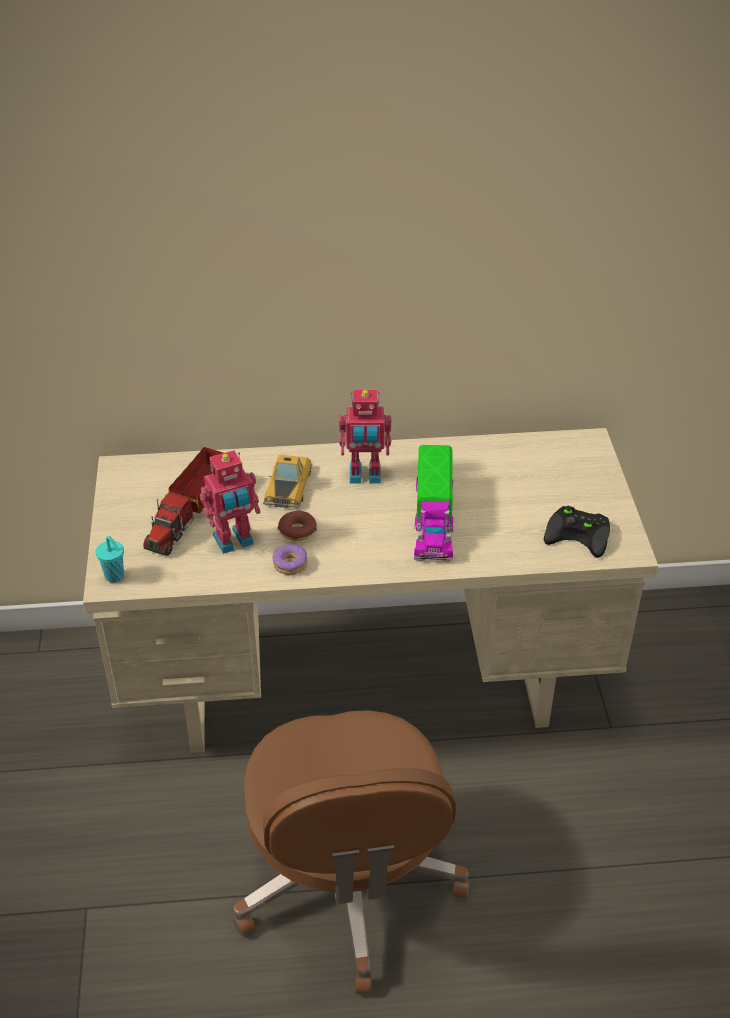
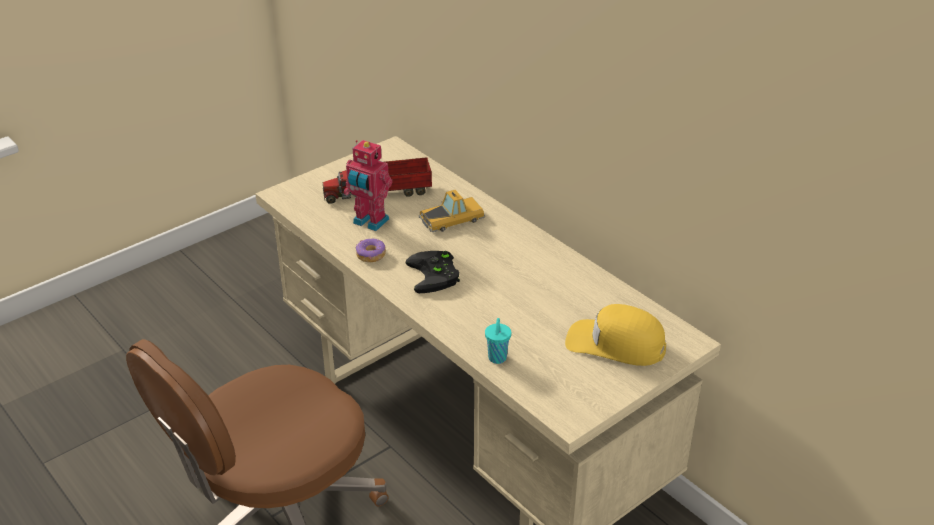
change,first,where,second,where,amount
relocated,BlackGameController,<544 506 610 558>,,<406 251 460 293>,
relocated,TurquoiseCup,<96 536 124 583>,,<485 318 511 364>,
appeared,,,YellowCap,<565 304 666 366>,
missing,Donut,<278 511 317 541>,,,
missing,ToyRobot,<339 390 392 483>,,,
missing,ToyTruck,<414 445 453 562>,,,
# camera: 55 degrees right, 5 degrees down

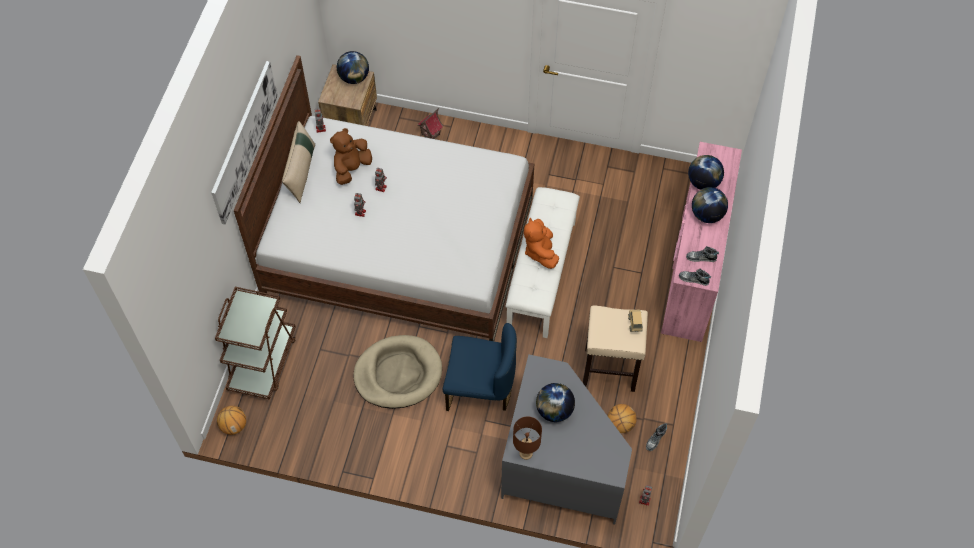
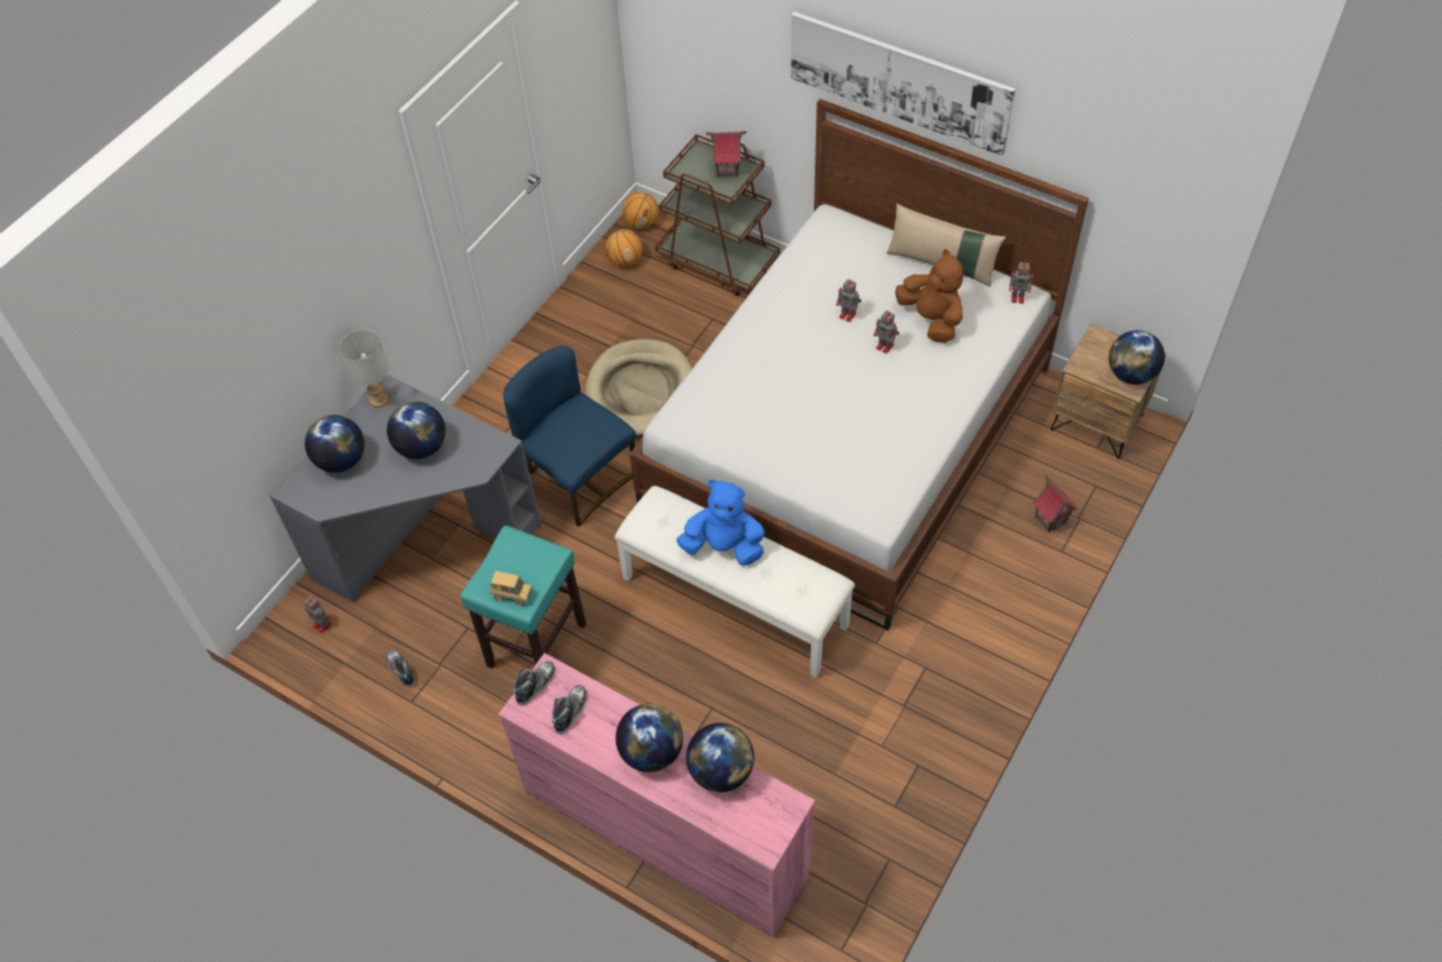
change,first,where,second,where,amount
appeared,,,Globe,<305 415 365 473>,
colour,BrownTableLamp,<513 416 542 460>,GreyTableLamp,<339 330 389 407>,
colour,BeigeStool,<583 305 648 392>,TurquoiseStool,<460 525 586 669>,
spun,BlueChair,<443 323 517 411>,,<503 346 636 527>,105 degrees clockwise
relocated,Basketball,<608 404 637 433>,,<606 229 643 267>,
colour,OrangePlushToy,<524 217 559 269>,BluePlushToy,<676 480 765 566>,
appeared,,,ToyHouse,<706 131 747 177>,
# camera: 110 degrees right, 5 degrees down

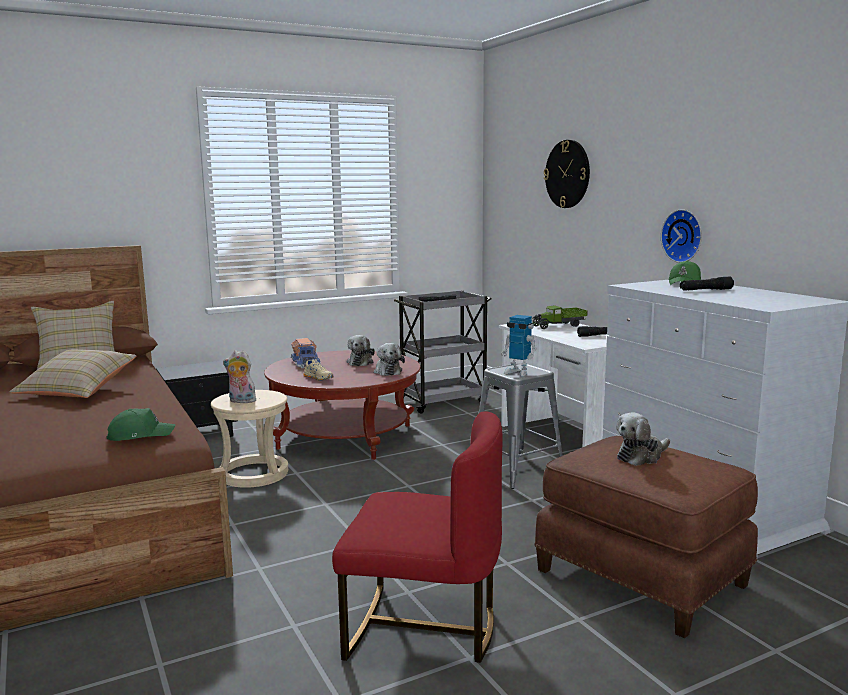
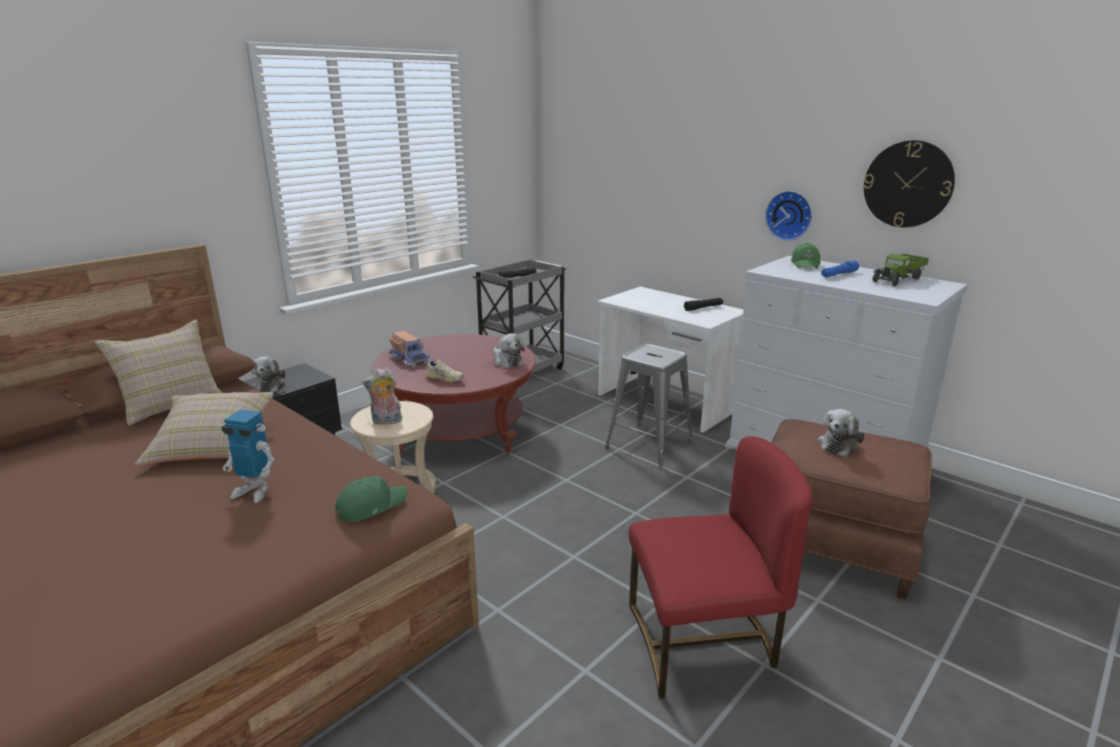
change,first,where,second,where,amount
relocated,ToyRobot,<501 315 537 376>,,<221 409 275 503>,
relocated,PlushToy,<347 335 375 366>,,<251 356 285 393>,
colour,BlackFlashlight,<680 277 734 291>,BlueFlashlight,<821 260 859 278>,
relocated,WallClock,<544 140 590 208>,,<863 140 955 227>,
relocated,ToyTruck,<532 305 588 329>,,<872 254 929 286>,
# camera: 20 degrees left, 10 degrees up

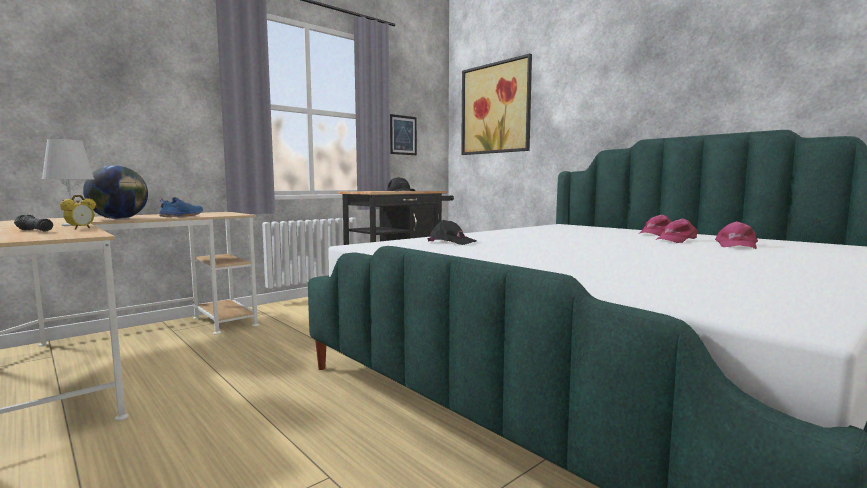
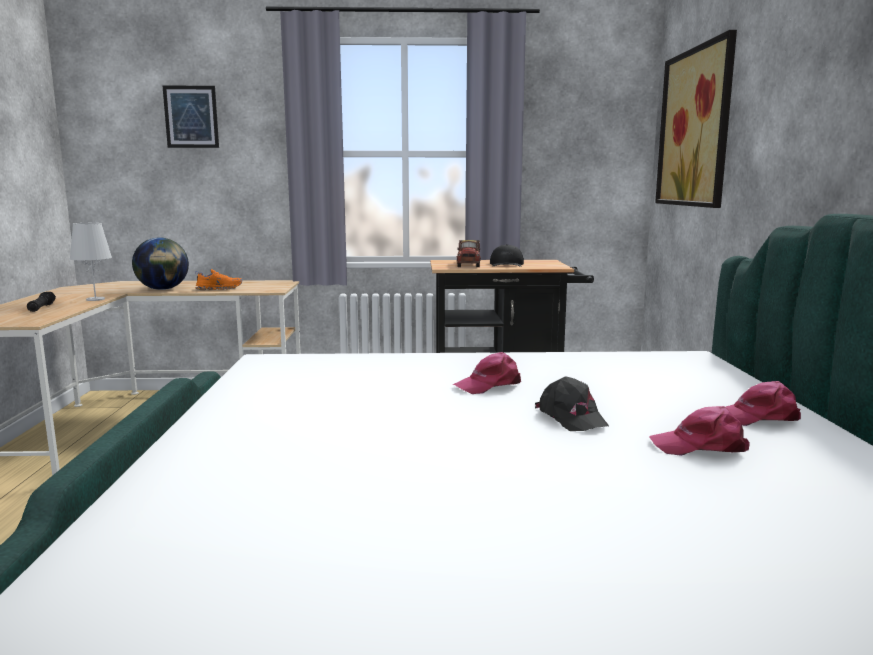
change,first,where,second,where,amount
relocated,Picture,<390 114 417 155>,,<163 86 219 148>,
colour,BlueShoe,<159 197 203 217>,OrangeShoe,<195 269 242 290>,
relocated,PinkCap,<715 221 758 249>,,<452 352 521 394>,
appeared,,,ToyTruck,<457 240 481 267>,
relocated,BlackCap,<428 220 477 245>,,<535 376 609 431>,
missing,AlarmClock,<60 195 96 230>,,,
# camera: 40 degrees right, 5 degrees up

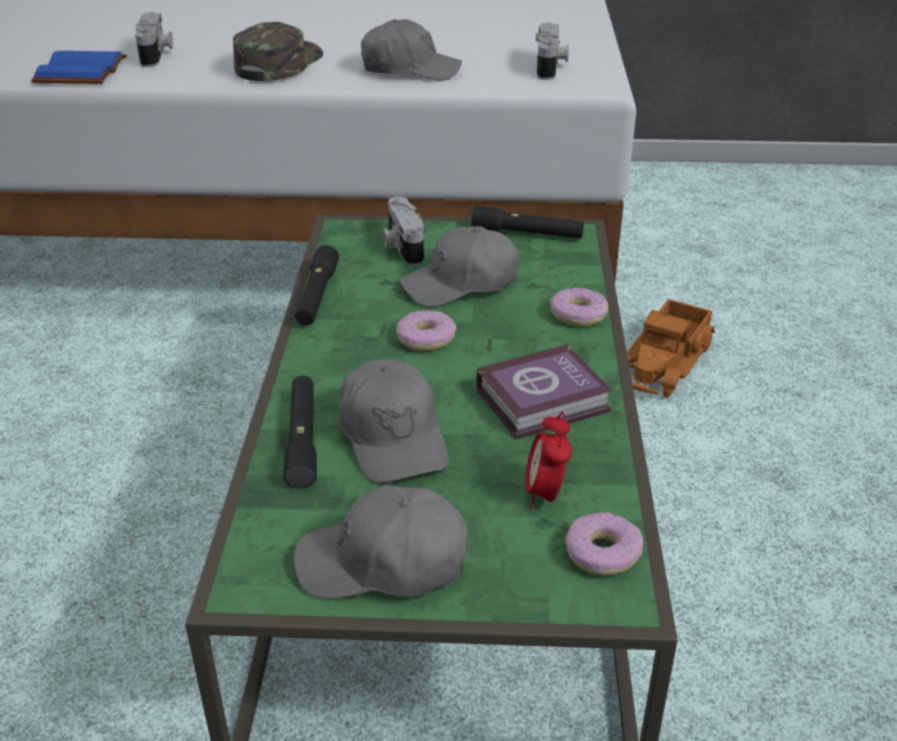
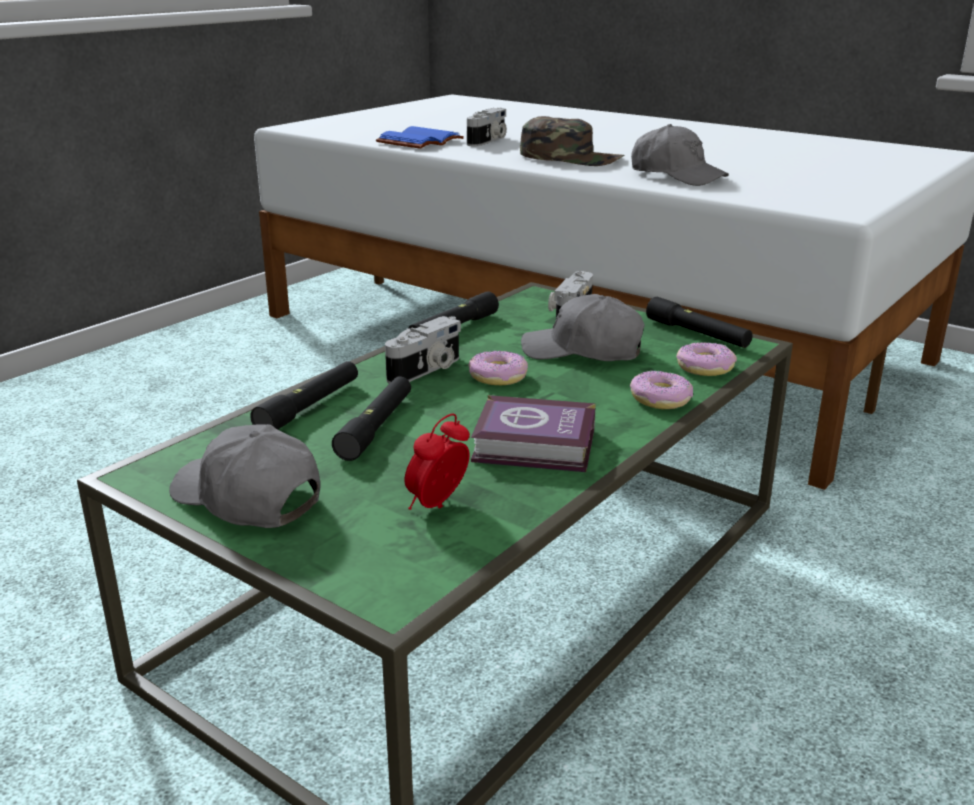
change,first,where,second,where,amount
exchanged,GreyCap,<339 360 449 483>,BlackFlashlight,<332 377 411 461>,
relocated,PhotoCamera,<536 22 569 80>,,<385 316 461 384>,
spun,GreenCap,<233 22 323 81>,,<520 116 624 166>,60 degrees clockwise
relocated,Donut,<565 512 643 576>,,<676 342 737 376>,
missing,ToyTruck,<627 299 715 397>,,,
# camera: 35 degrees right, 10 degrees down

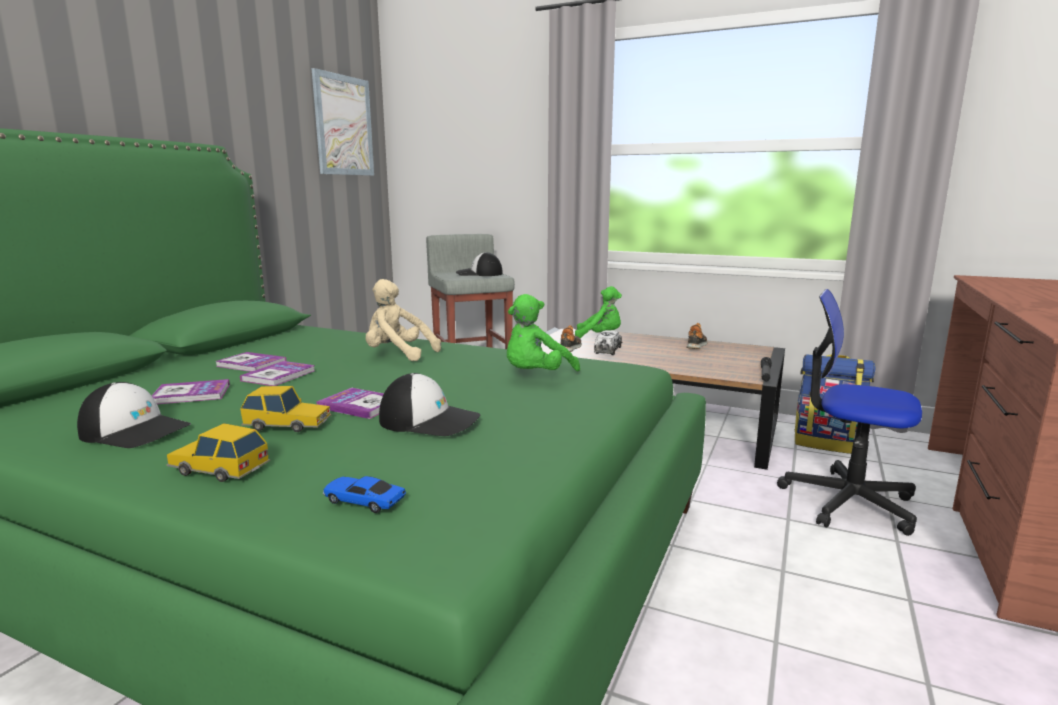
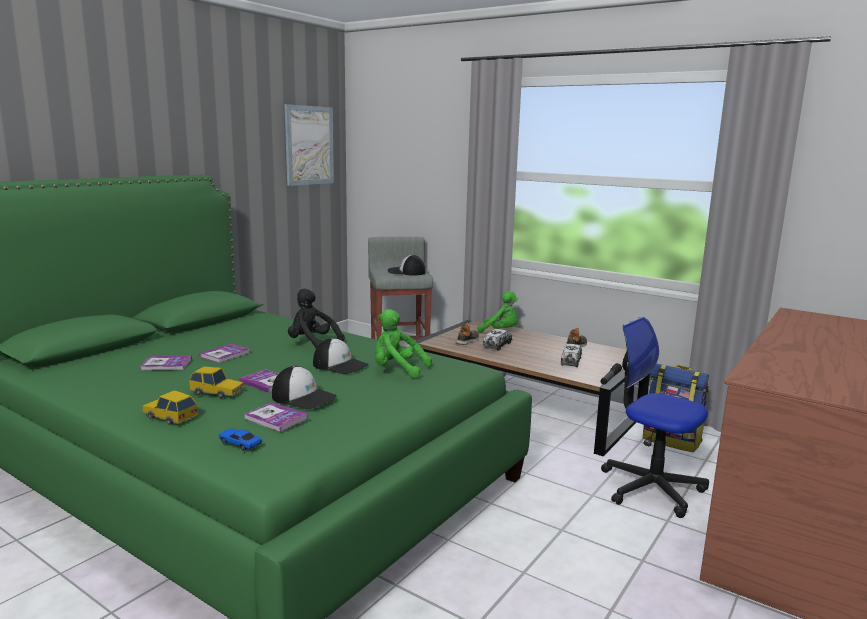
change,first,where,second,where,amount
relocated,Book,<215 352 287 372>,,<244 402 308 432>,
colour,BeigePlushToy,<366 279 441 361>,BlackPlushToy,<288 289 344 348>,
relocated,Cap,<77 382 191 448>,,<313 338 369 374>,
spun,GreenPlushToy,<507 294 580 371>,,<375 309 432 378>,60 degrees clockwise
appeared,,,ToyTruck,<560 344 582 367>,
# camera: 10 degrees right, 0 degrees up

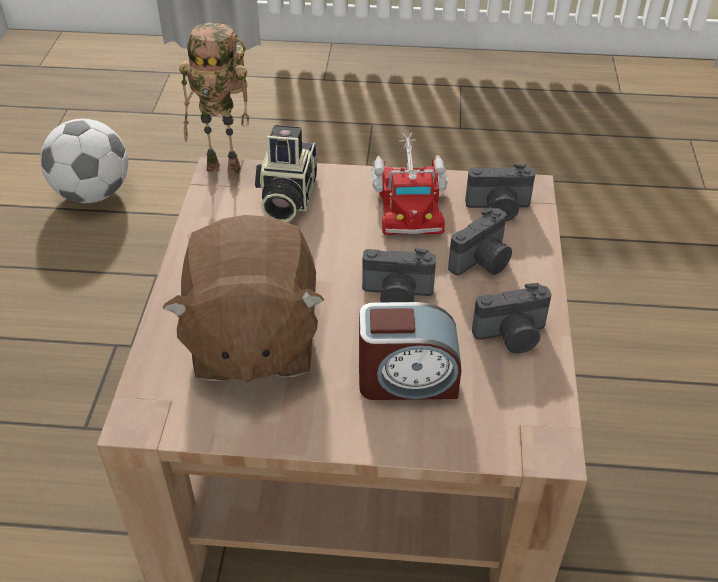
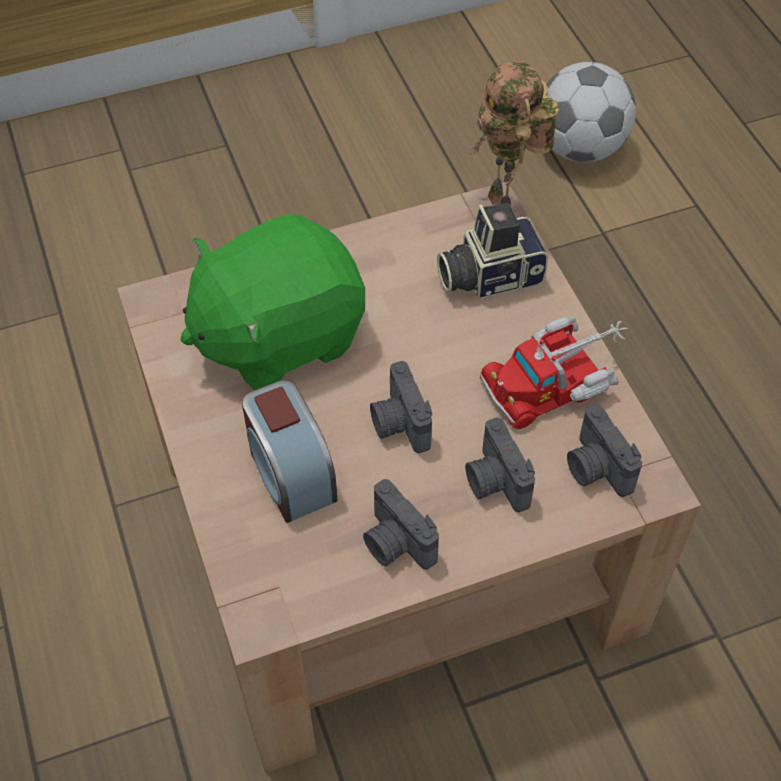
change,first,where,second,where,amount
colour,BrownPlushToy,<163 215 325 382>,GreenPlushToy,<180 214 365 390>,
spun,PhotoCamera,<448 207 512 275>,,<465 417 535 512>,45 degrees clockwise
# camera: 65 degrees right, 10 degrees up

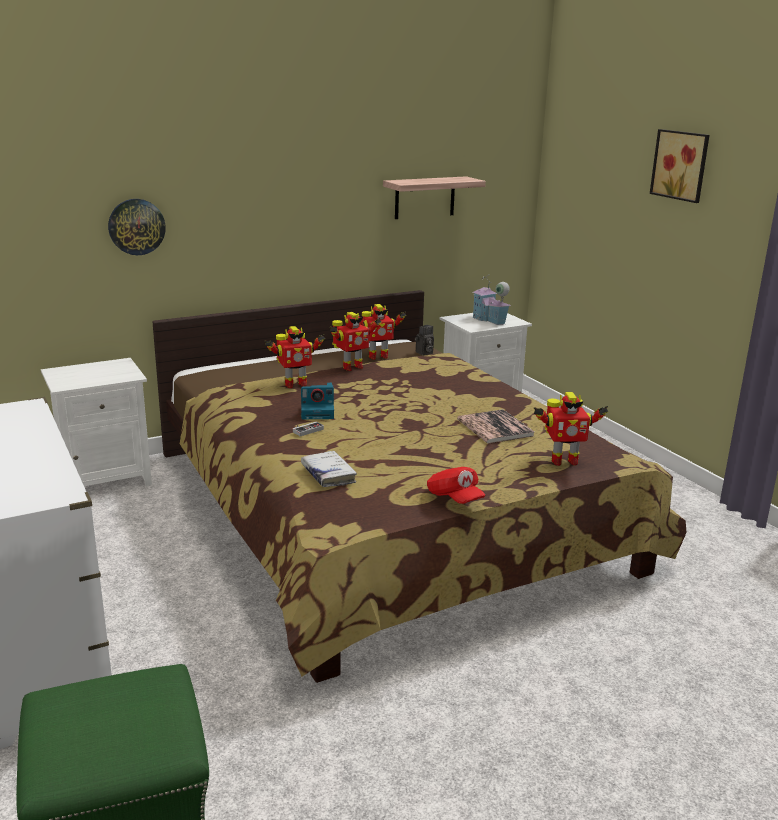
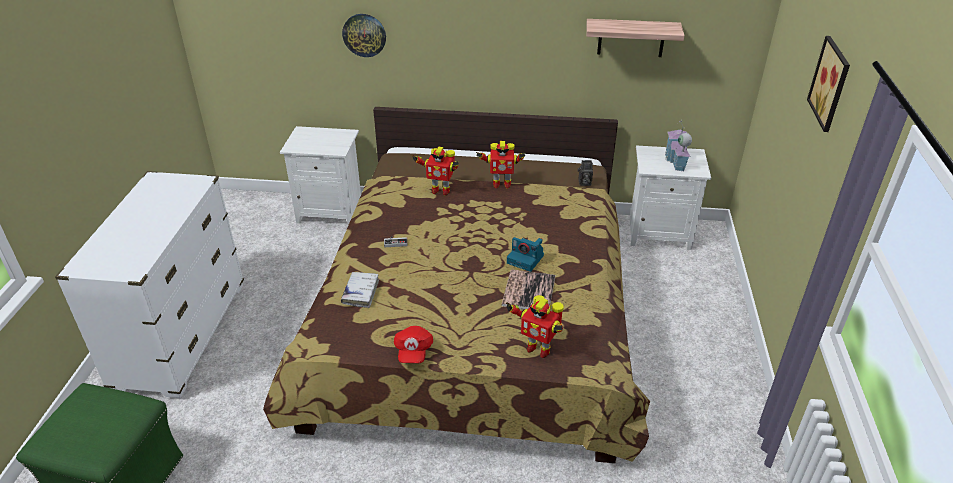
change,first,where,second,where,amount
relocated,PhotoCamera,<301 382 334 419>,,<507 237 544 272>,
missing,ToyRobot,<360 304 406 360>,,,
# camera: 35 degrees right, 15 degrees up

